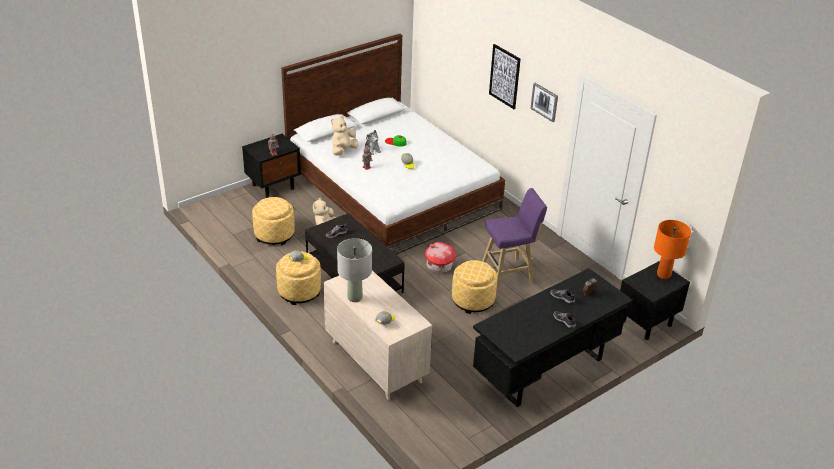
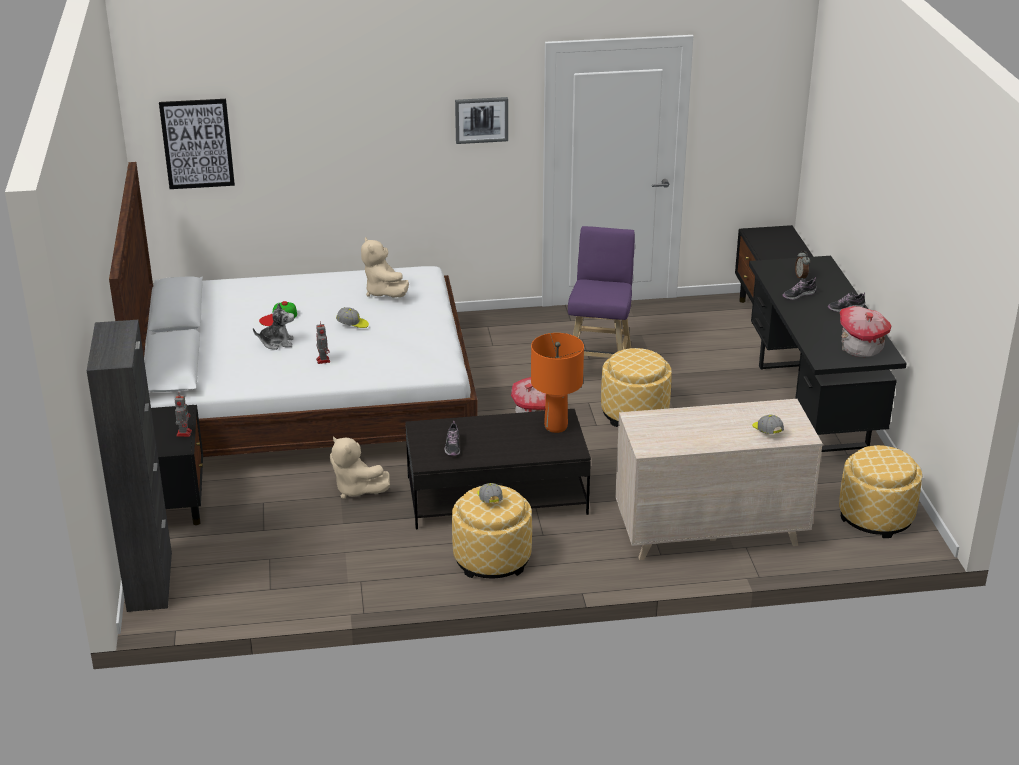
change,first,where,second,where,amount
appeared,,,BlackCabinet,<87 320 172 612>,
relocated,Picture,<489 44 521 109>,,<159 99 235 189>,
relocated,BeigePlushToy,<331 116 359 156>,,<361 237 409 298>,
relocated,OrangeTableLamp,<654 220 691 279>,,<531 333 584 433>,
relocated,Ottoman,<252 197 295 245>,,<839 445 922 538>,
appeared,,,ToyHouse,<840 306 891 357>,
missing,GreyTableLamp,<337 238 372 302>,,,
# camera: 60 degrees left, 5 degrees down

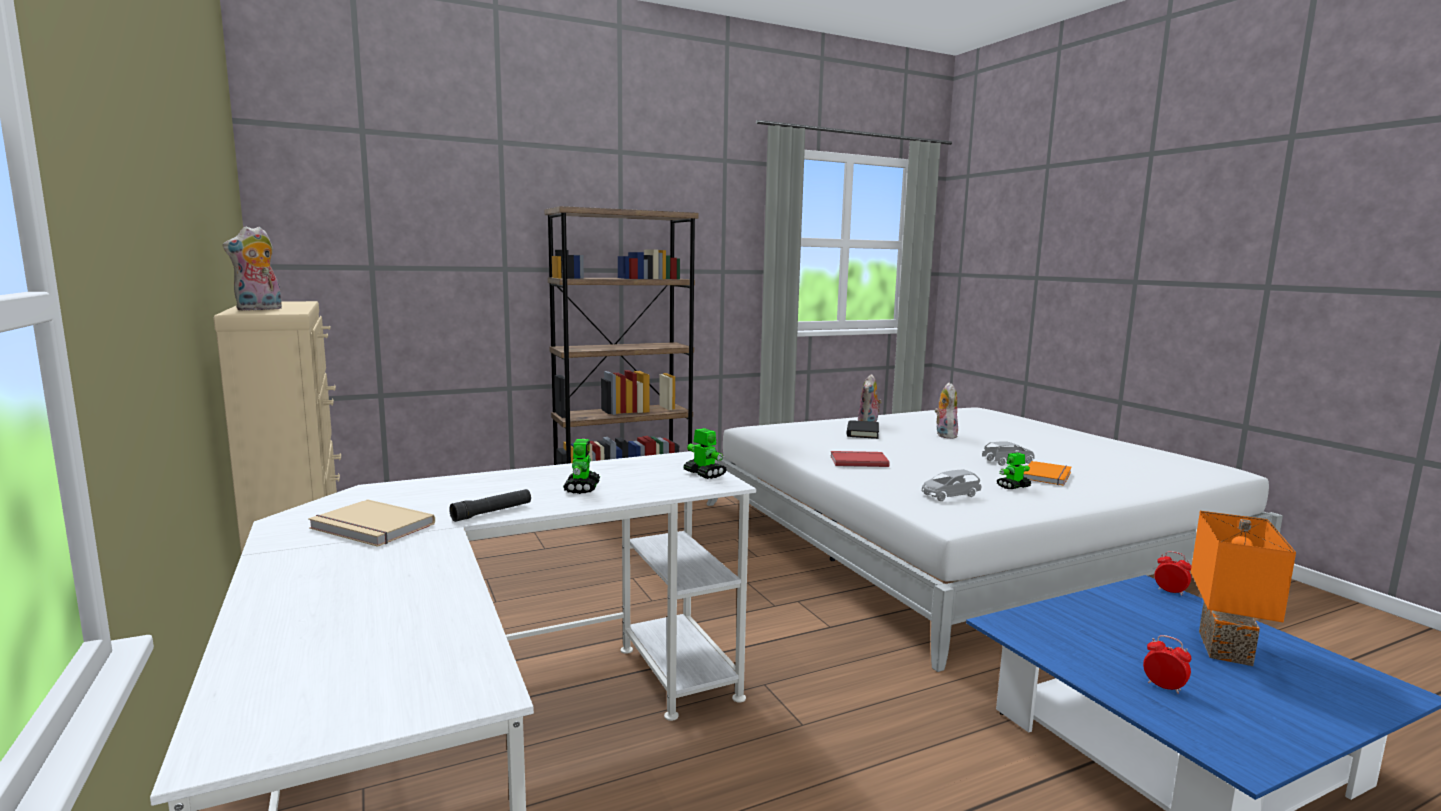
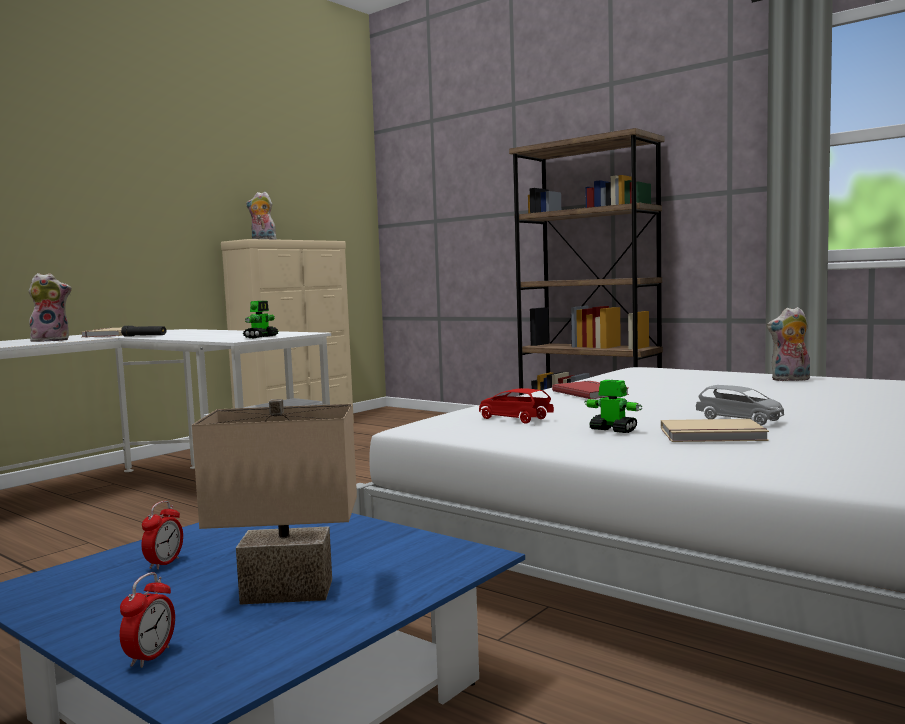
change,first,where,second,where,amount
relocated,PlushToy,<934 383 958 439>,,<29 273 72 342>,
relocated,AlarmClock,<1154 551 1191 596>,,<120 572 175 668>,
colour,OrangeTableLamp,<1191 511 1296 666>,BeigeTableLamp,<192 399 357 604>,
colour,GreyToyCar,<922 469 981 501>,RedToyCar,<479 388 554 424>,
colour,OrangeBook,<1023 461 1072 486>,BeigeBook,<661 419 769 442>,
missing,ToyRobot,<563 439 600 494>,,,
missing,BlackBook,<847 420 879 439>,,,
# camera: 65 degrees right, 5 degrees down

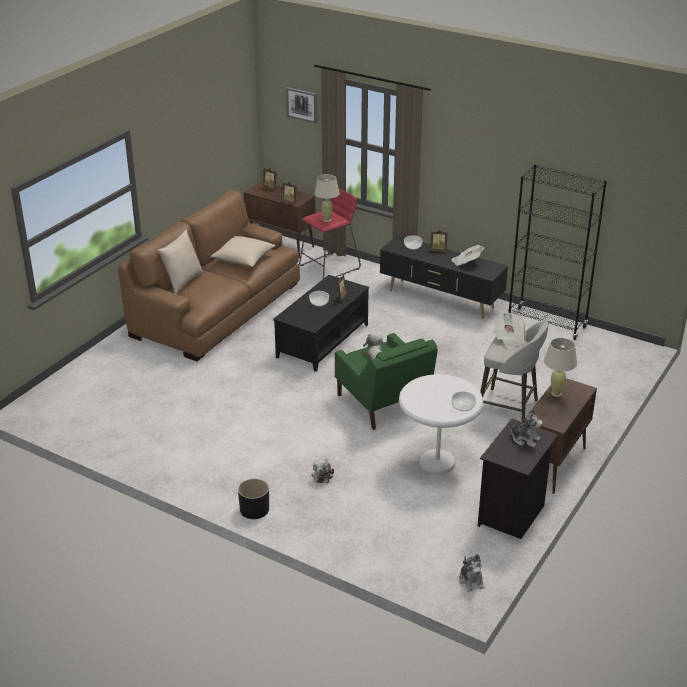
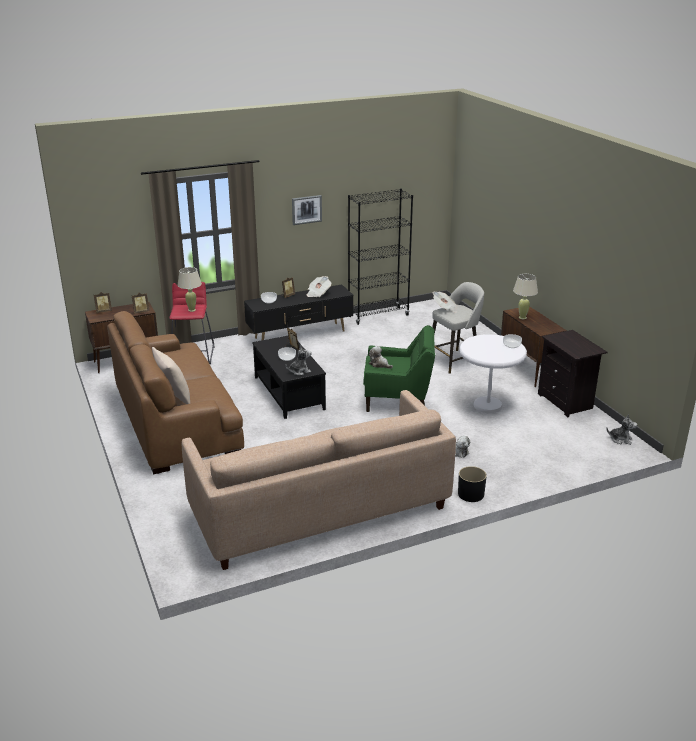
change,first,where,second,where,amount
appeared,,,BeigeSofa,<181 390 456 570>,
relocated,PlushToy,<508 409 543 448>,,<286 346 311 375>,
relocated,Picture,<286 87 317 123>,,<292 195 322 225>,
missing,BeigePillow,<211 236 276 267>,,,
# camera: 55 degrees left, 5 degrees down

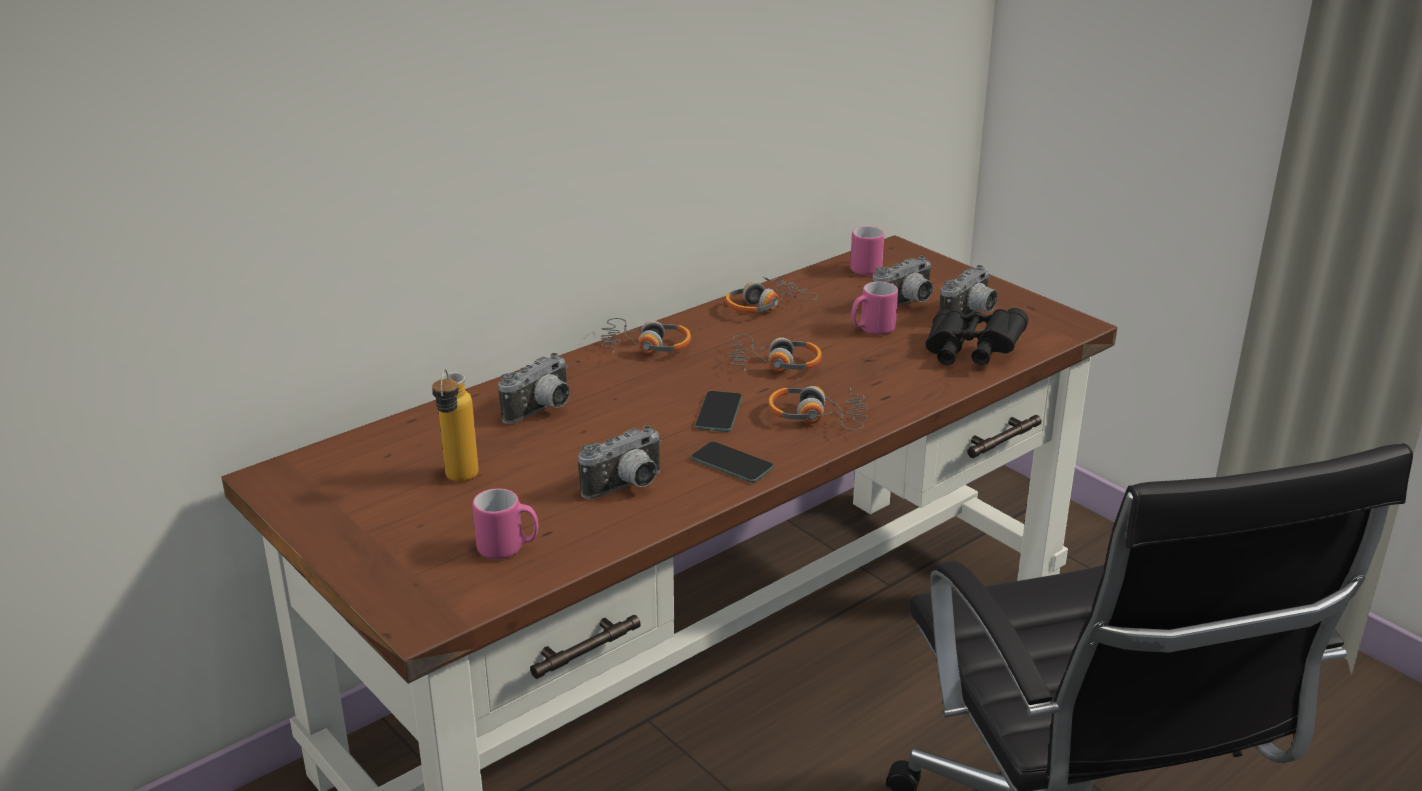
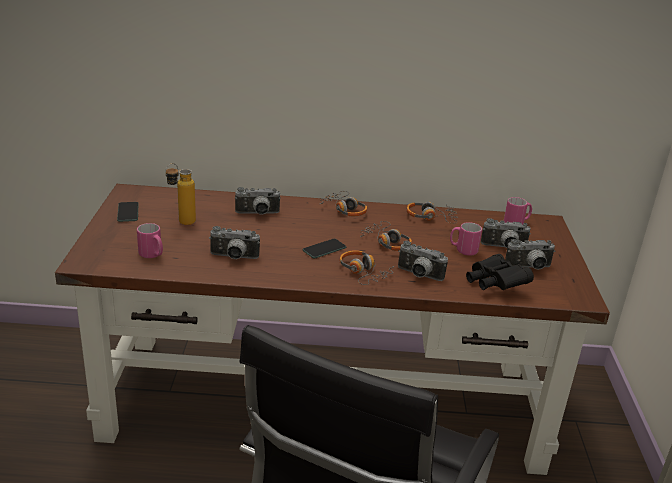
change,first,where,second,where,amount
relocated,Phone,<691 442 774 483>,,<117 202 139 222>,
appeared,,,PhotoCamera,<398 241 448 281>,
# camera: 40 degrees right, 0 degrees up

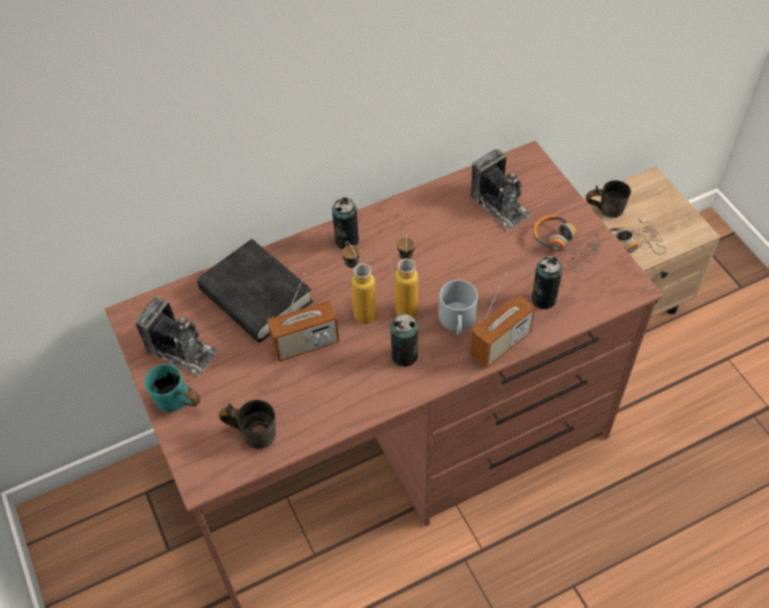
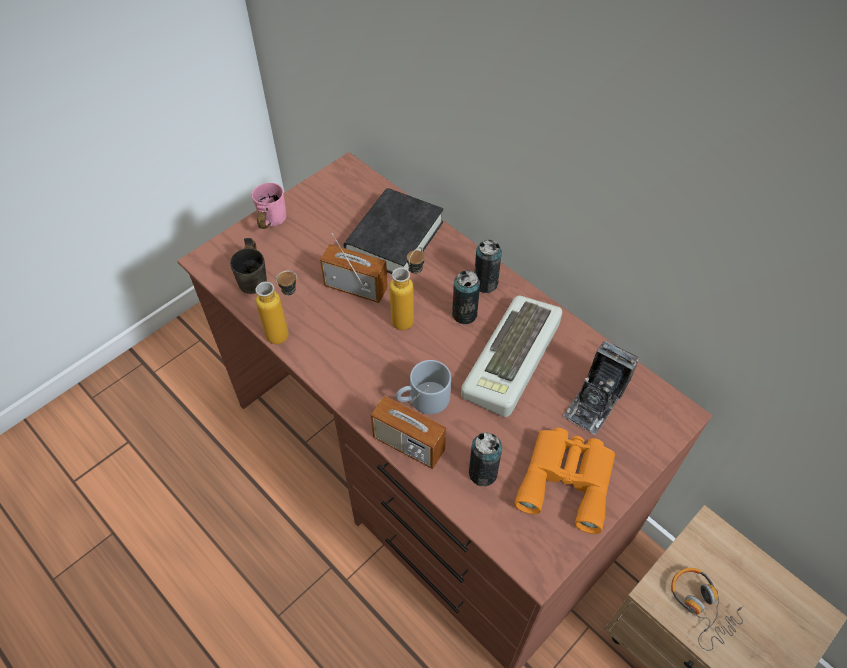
change,first,where,second,where,amount
colour,TurquoiseMug,<144 364 200 412>,PinkMug,<252 183 286 229>,
relocated,Bottle,<395 233 418 317>,,<256 271 297 344>,
spun,Radio,<267 273 339 361>,,<320 233 388 303>,150 degrees clockwise
relocated,Can,<391 314 418 367>,,<452 270 480 324>,
appeared,,,Keyboard,<461 295 562 417>,
exchanged,Headphones,<533 215 603 272>,OrangeBinoculars,<514 428 615 534>,
missing,PhotoCamera,<135 296 218 377>,,,
missing,GreyMug,<586 180 631 218>,,,
# camera: 70 degrees right, 0 degrees up

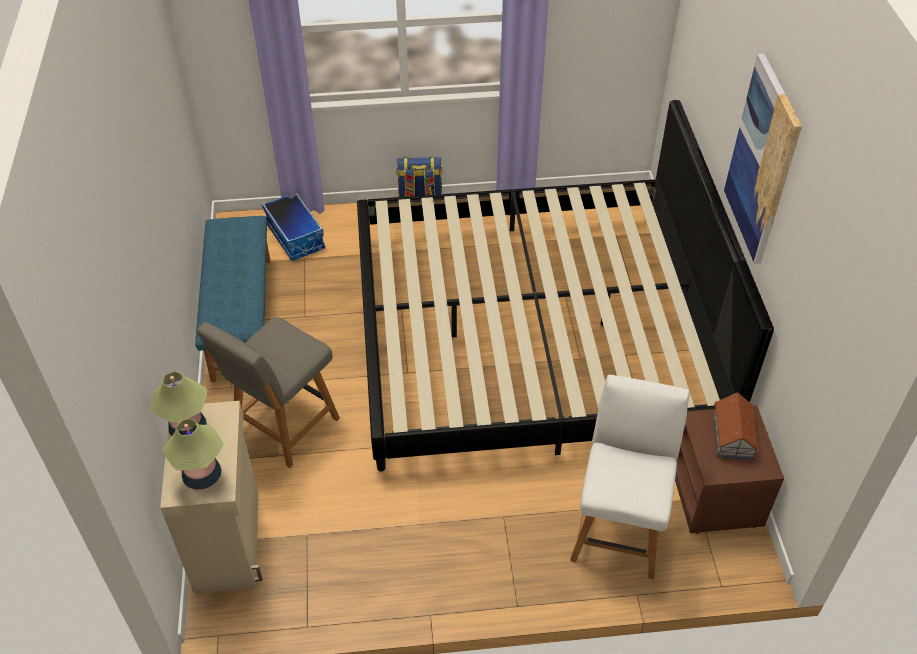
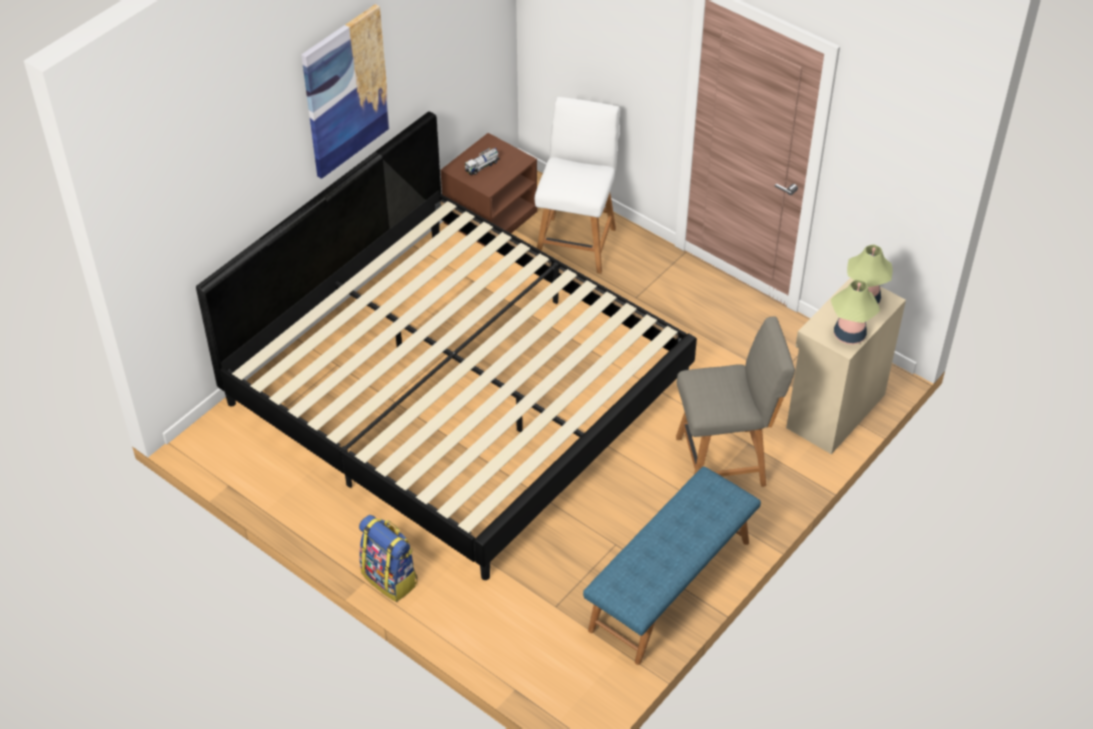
change,first,where,second,where,amount
exchanged,ToyHouse,<713 392 759 460>,ToyTruck,<465 148 500 175>,
spun,WhiteChair,<570 375 690 580>,,<535 97 620 274>,135 degrees clockwise
missing,StorageBox,<262 193 325 261>,,,
# camera: 135 degrees left, 0 degrees up

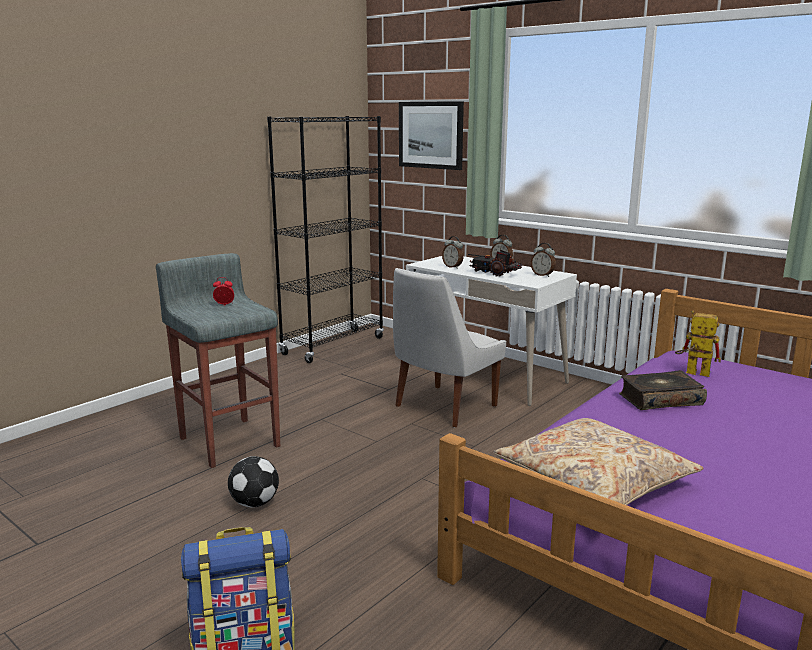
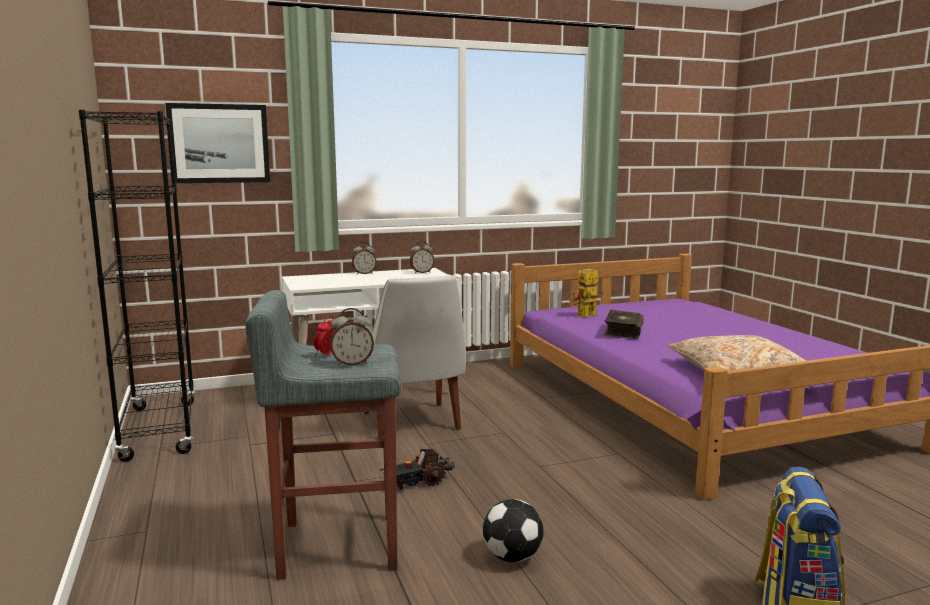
change,first,where,second,where,amount
relocated,AlarmClock,<442 236 464 269>,,<330 308 374 366>,
relocated,ToyTruck,<468 250 522 277>,,<380 449 455 490>,
# camera: 60 degrees left, 5 degrees down

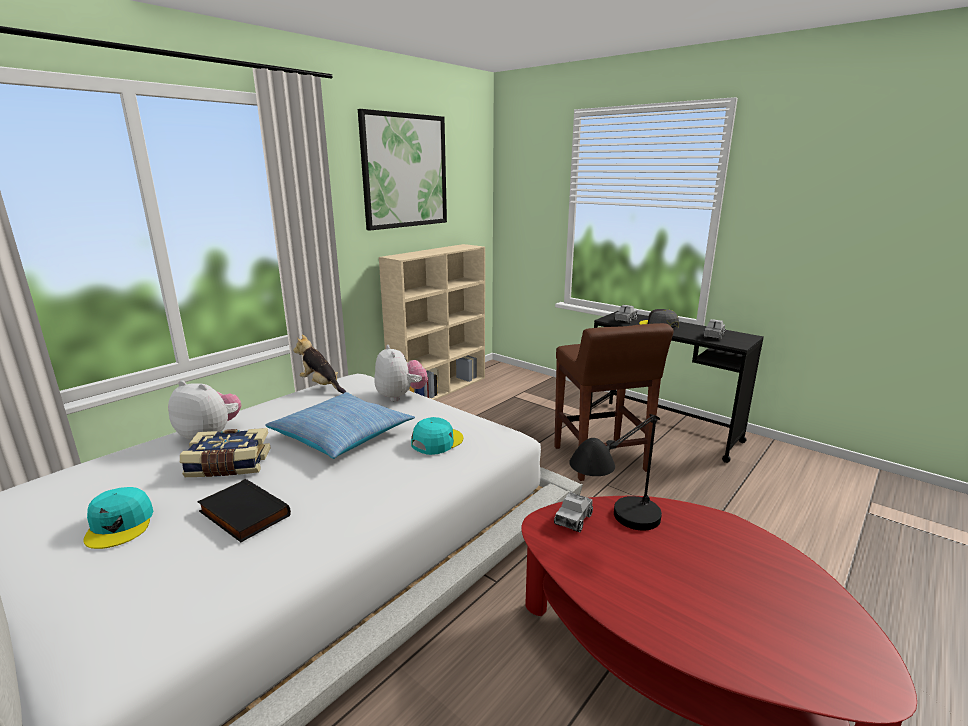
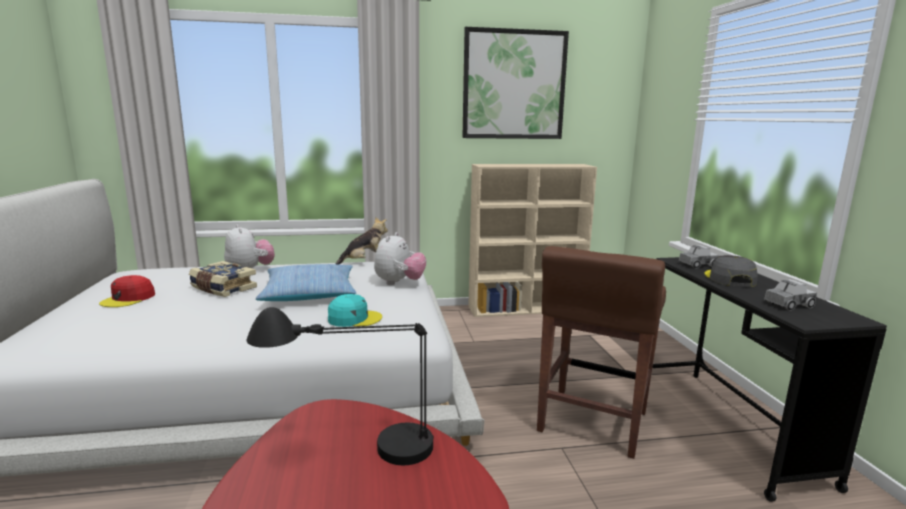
change,first,where,second,where,amount
colour,TurquoiseCap,<83 487 154 549>,RedCap,<99 275 155 307>,
spun,PlushToy,<293 335 346 393>,,<336 217 388 265>,75 degrees clockwise
missing,BlackBook,<197 479 291 542>,,,
missing,ToyTruck,<554 492 593 532>,,,
# camera: 40 degrees right, 5 degrees down

